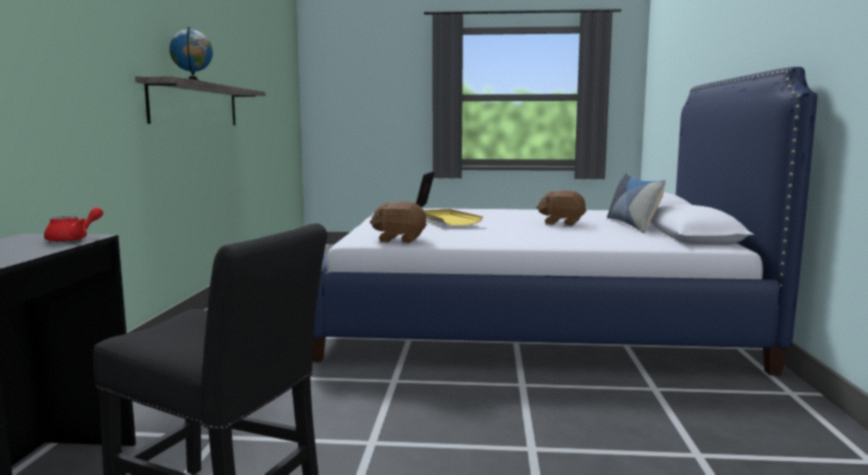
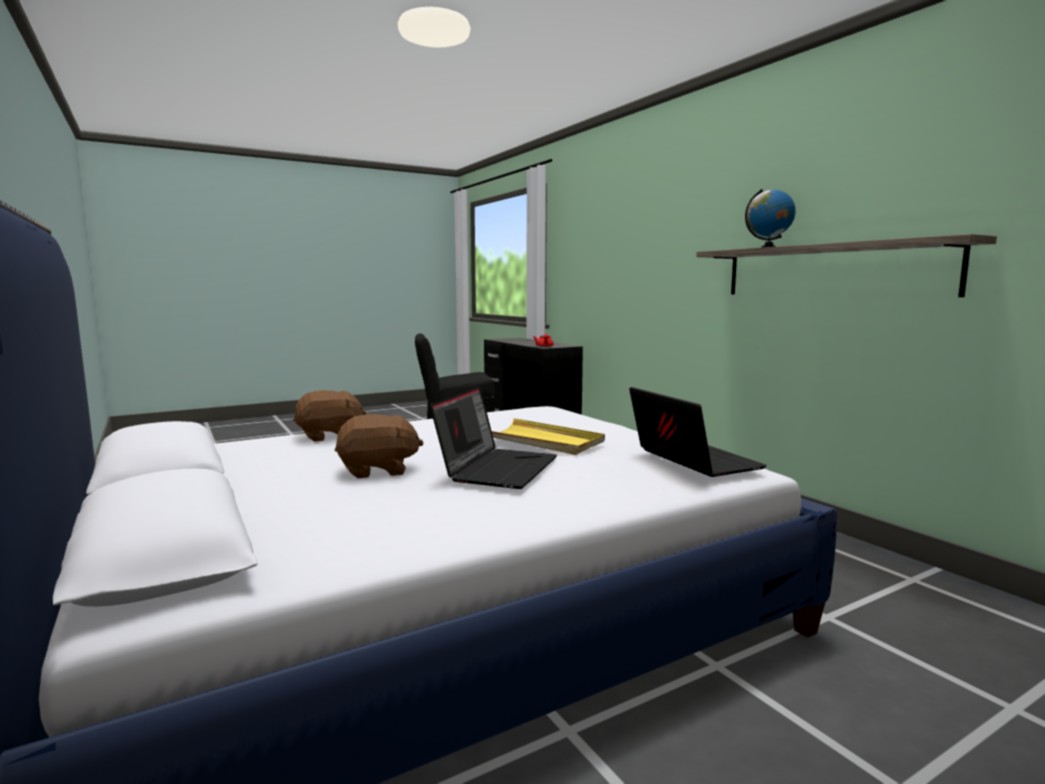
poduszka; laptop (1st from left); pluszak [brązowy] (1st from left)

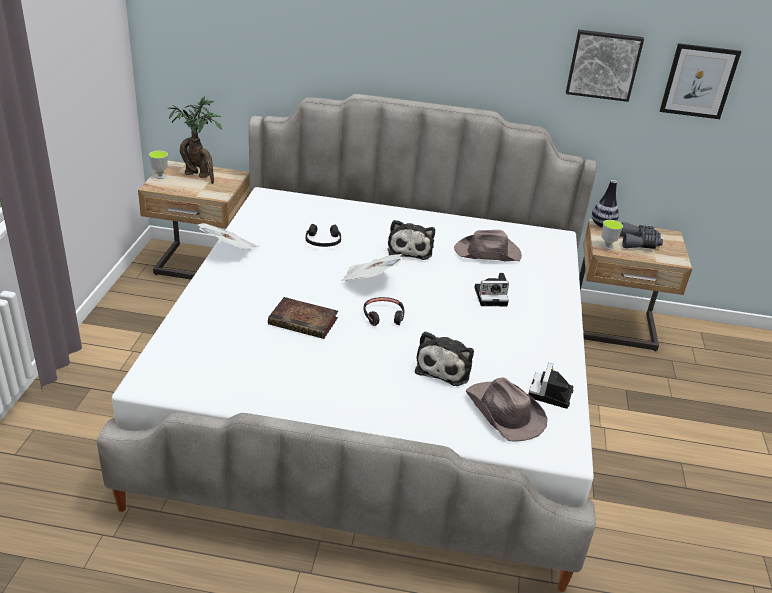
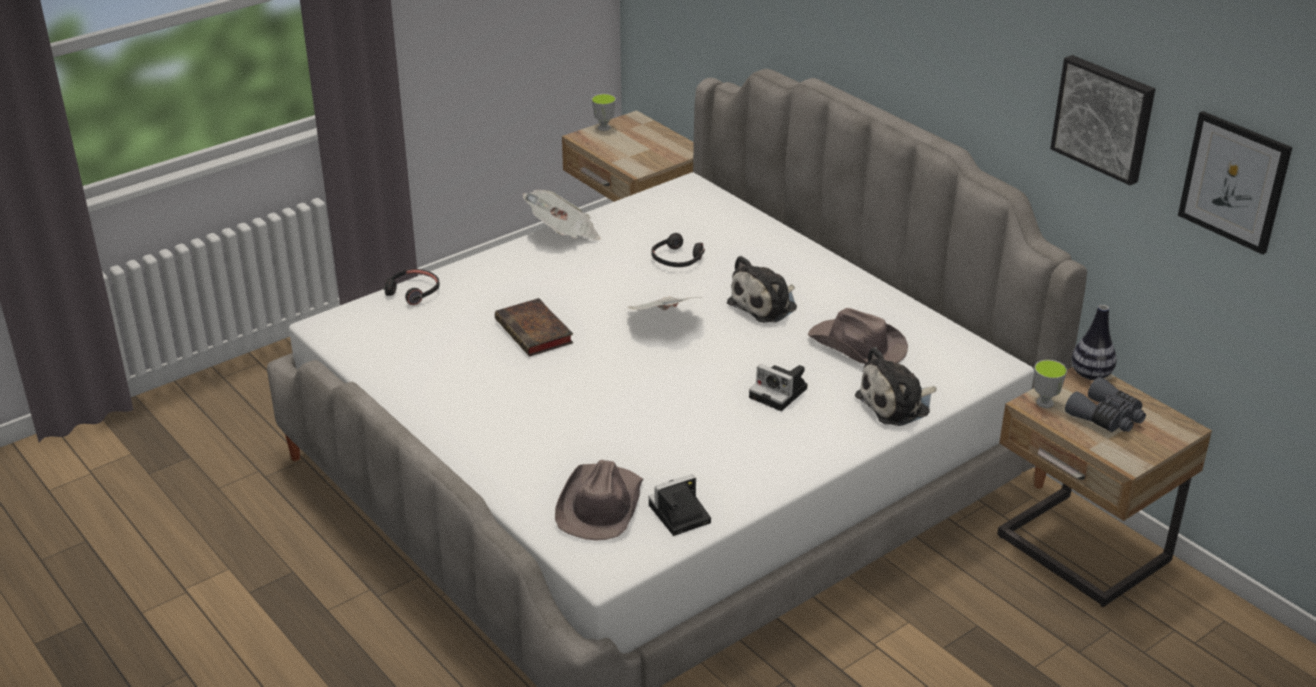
roślina doniczkowa; słuchawki [czarny] (1st from left); pluszak (2nd from left)

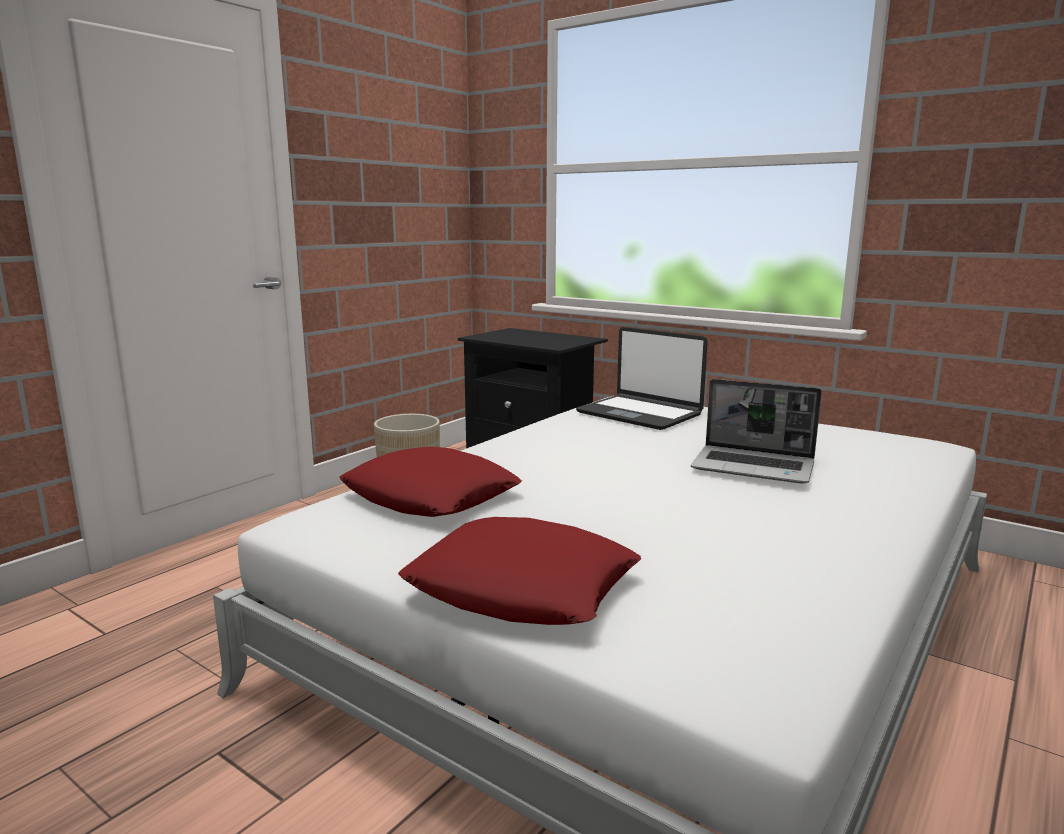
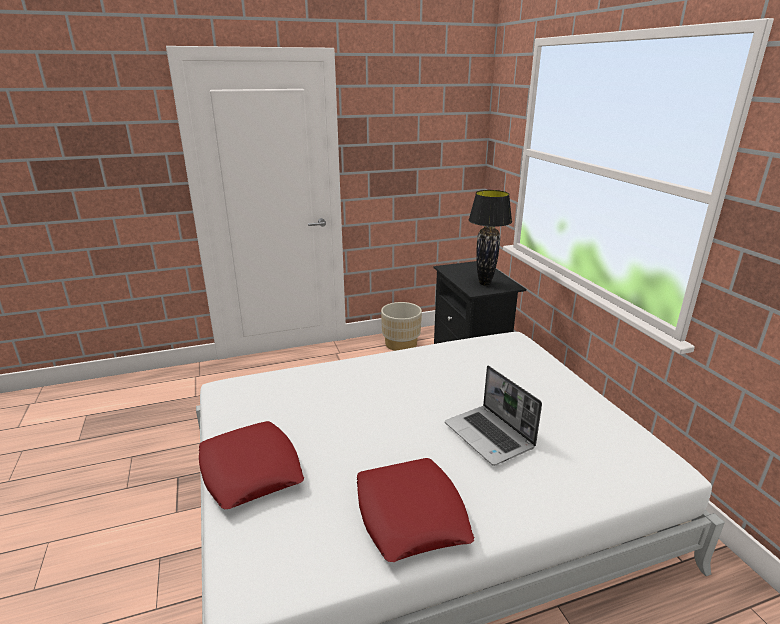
laptop (1st from left in the first image); lampa stołowa [czarny]; poduszka [czerwony] (2nd from left)

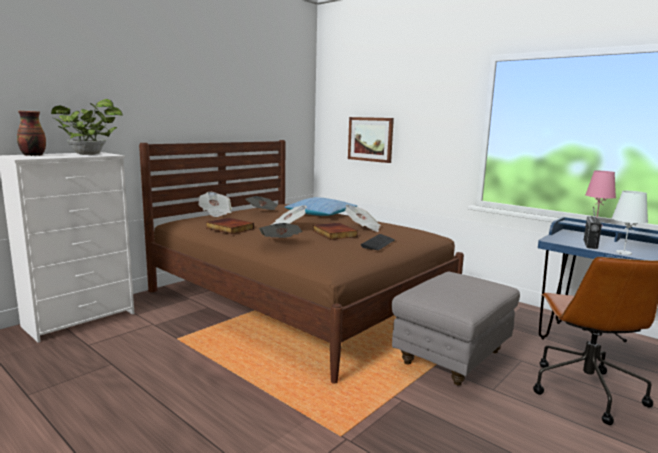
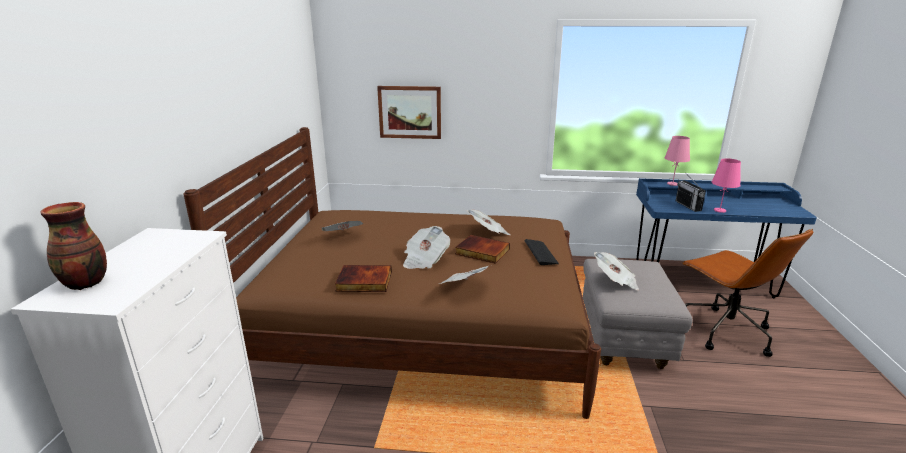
roślina doniczkowa; poduszka; gazeta (5th from left); lampa stołowa [różowy] (2nd from left)

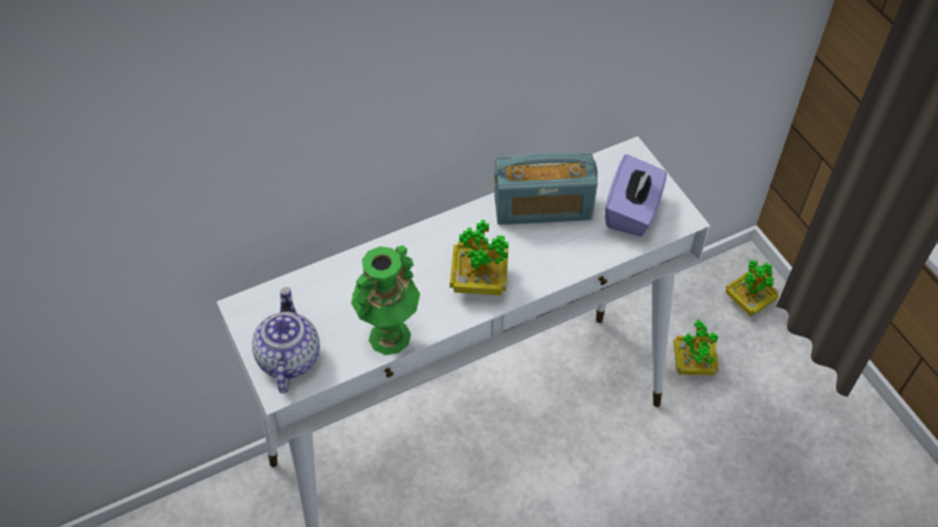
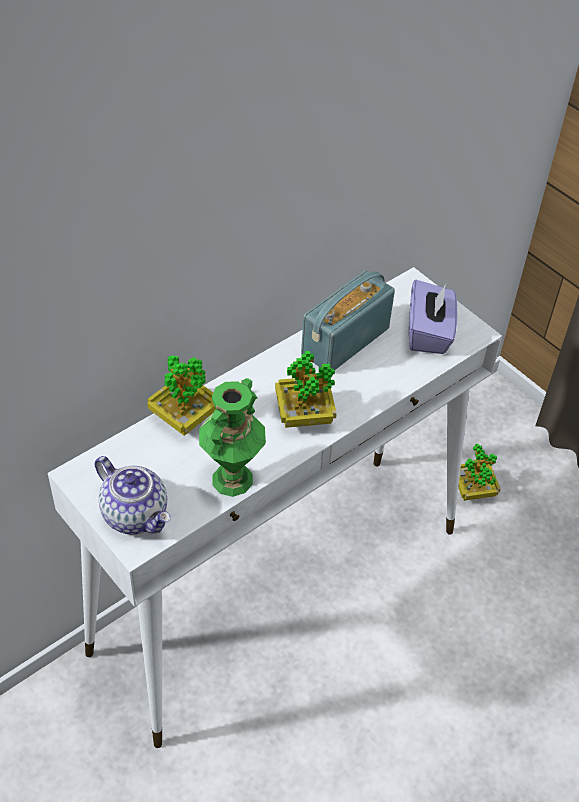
roślina doniczkowa (1st from left); imbryk; radio

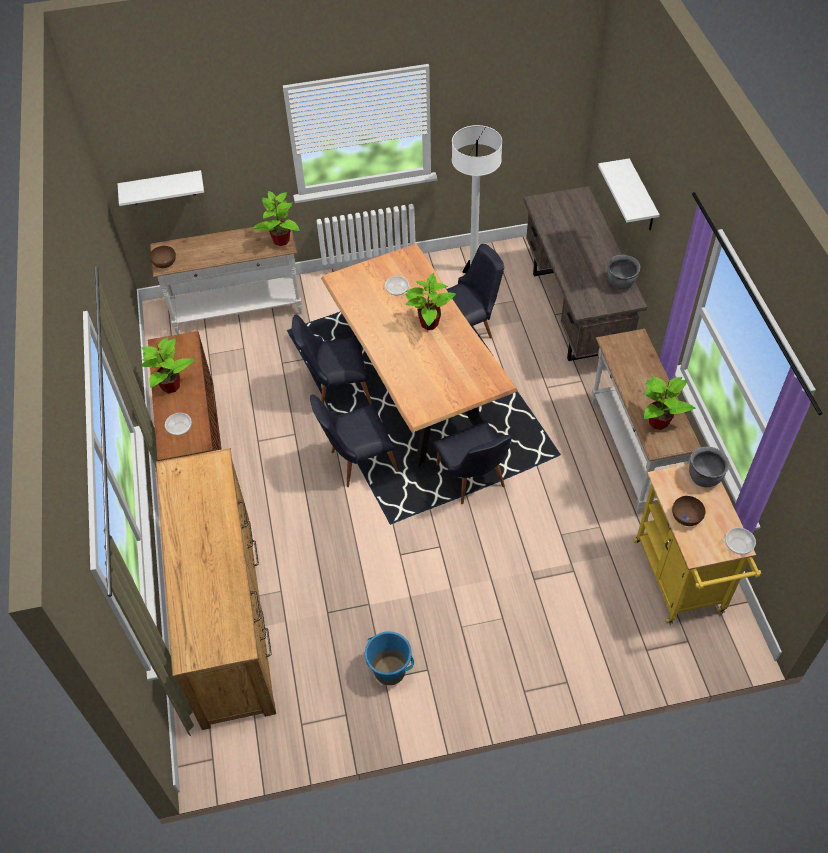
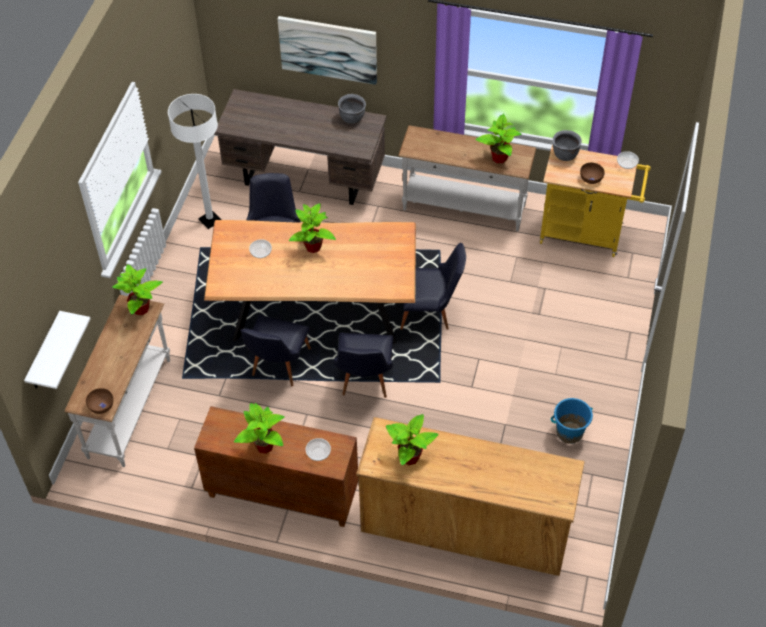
roślina doniczkowa (4th from left); obraz

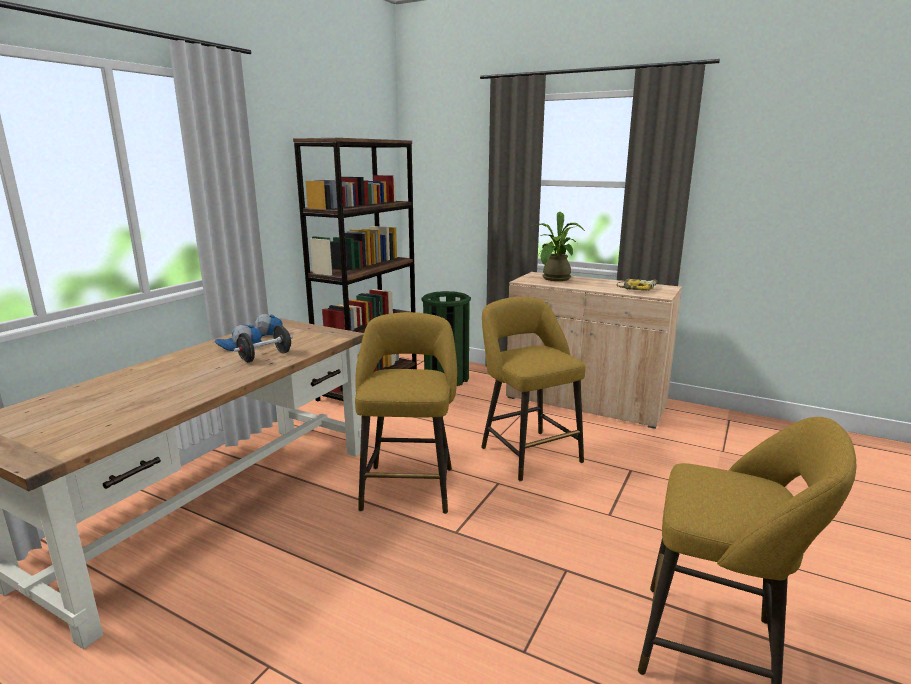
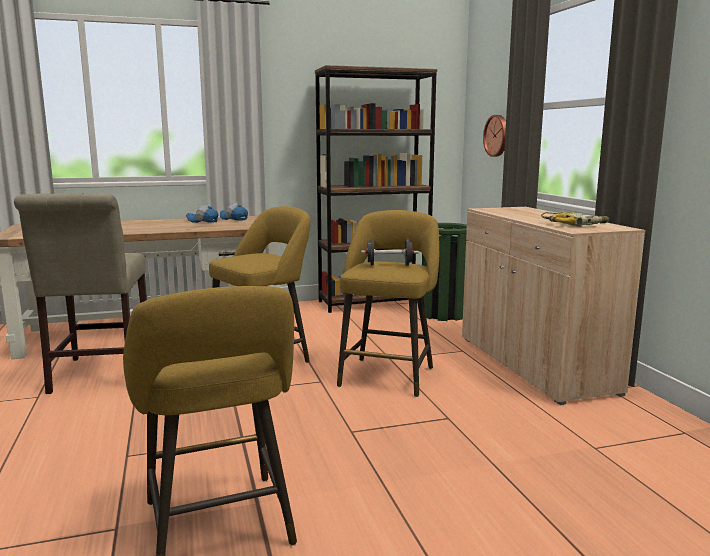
roślina doniczkowa; krzesło [beżowy]; zegar ścienny; hantel [czarny]

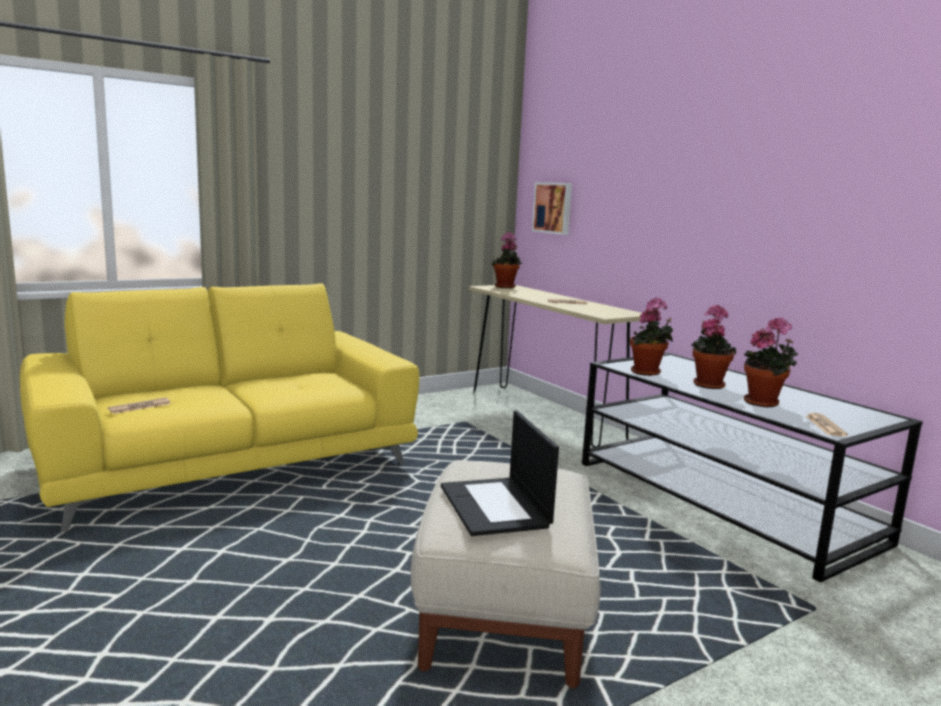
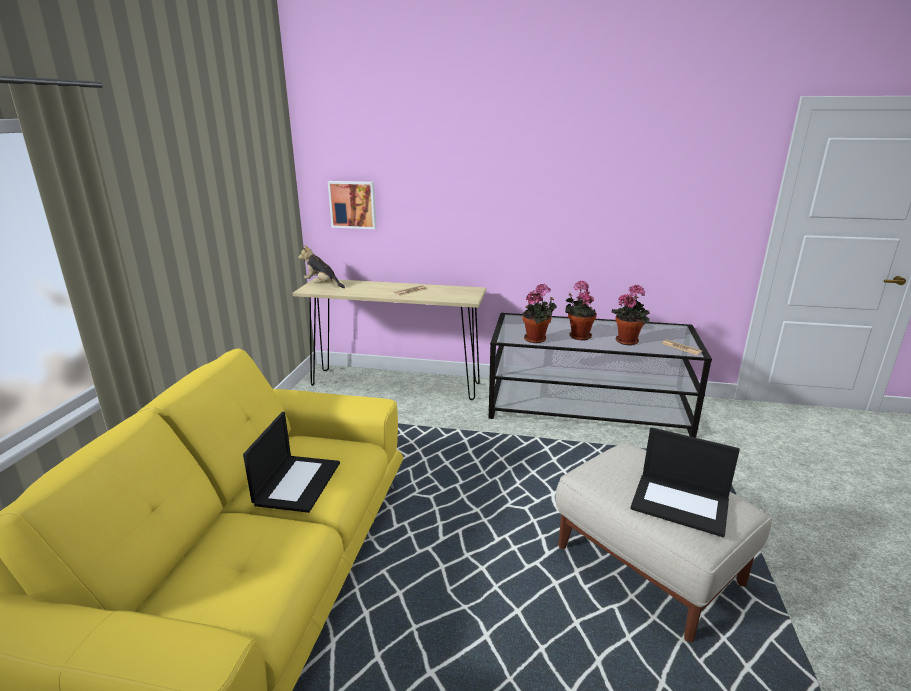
gazeta (1st from left in the first image); laptop (1st from left); pluszak

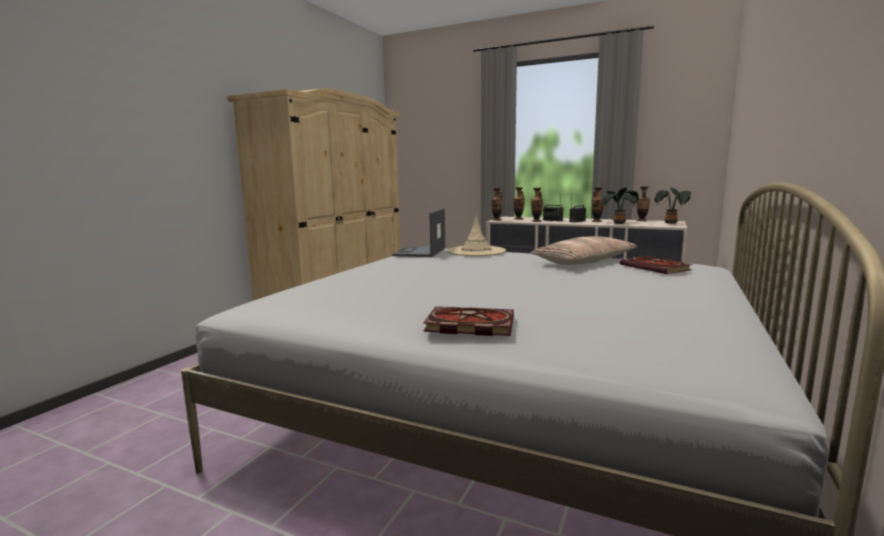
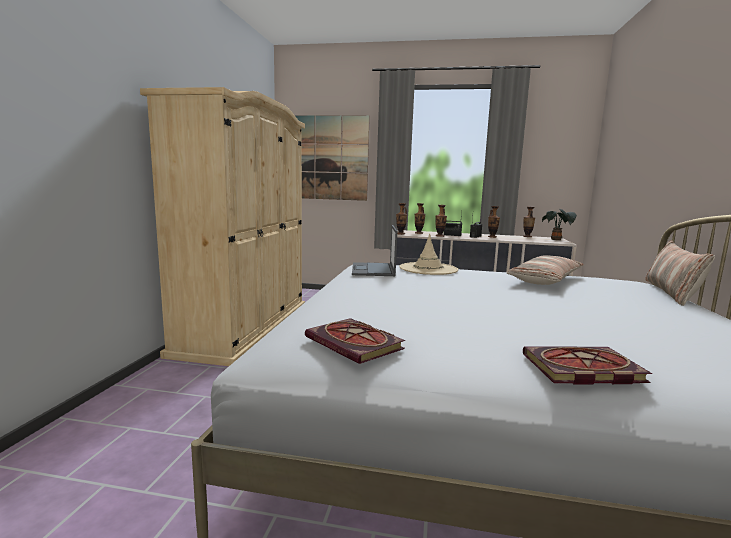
roślina doniczkowa (1st from left in the first image); obraz; poduszka (2nd from left); książka (1st from left)

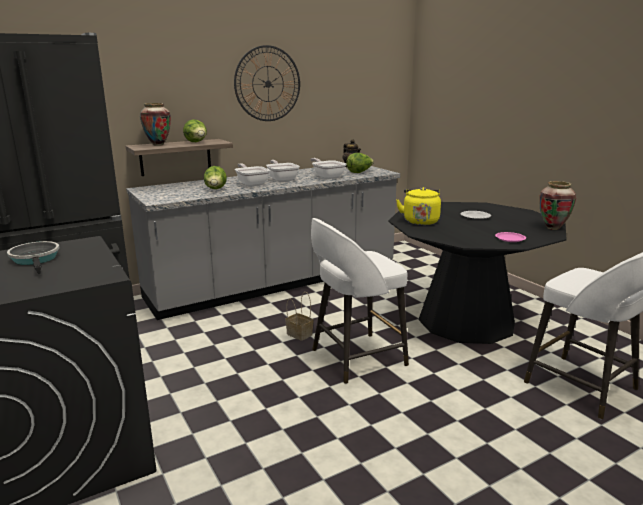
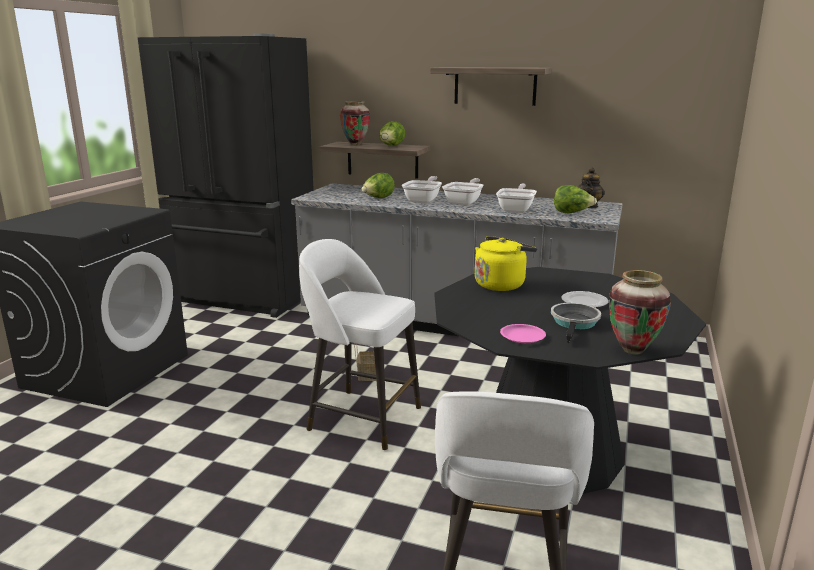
patelnia (4th from left); półka (2nd from left)

